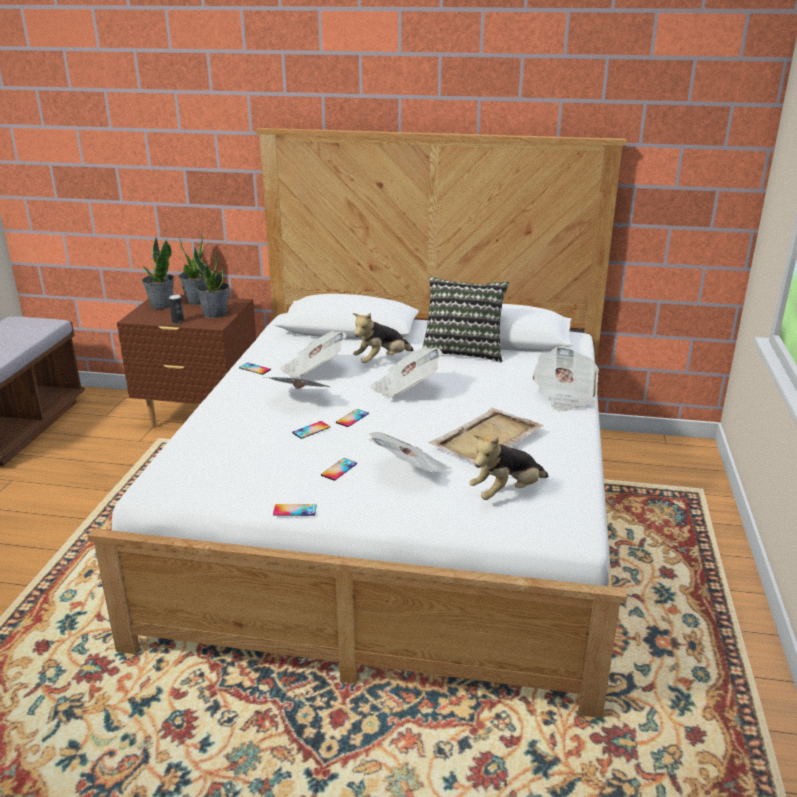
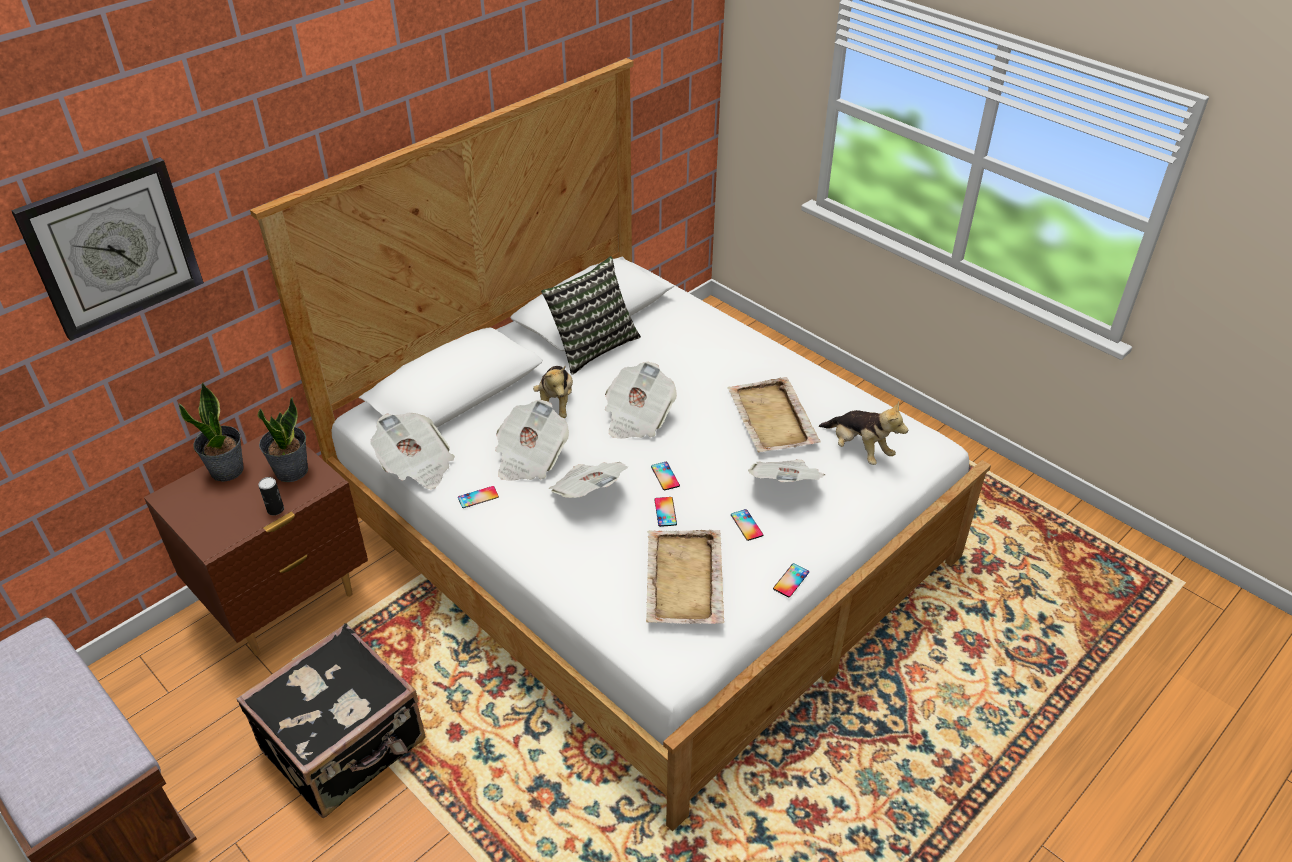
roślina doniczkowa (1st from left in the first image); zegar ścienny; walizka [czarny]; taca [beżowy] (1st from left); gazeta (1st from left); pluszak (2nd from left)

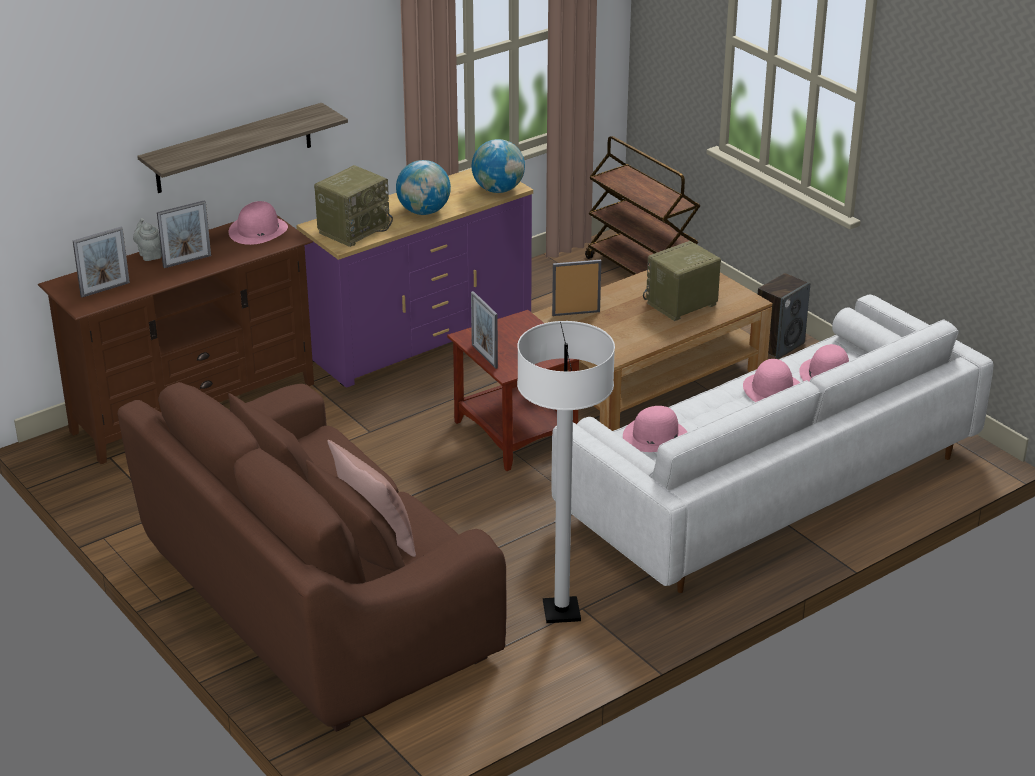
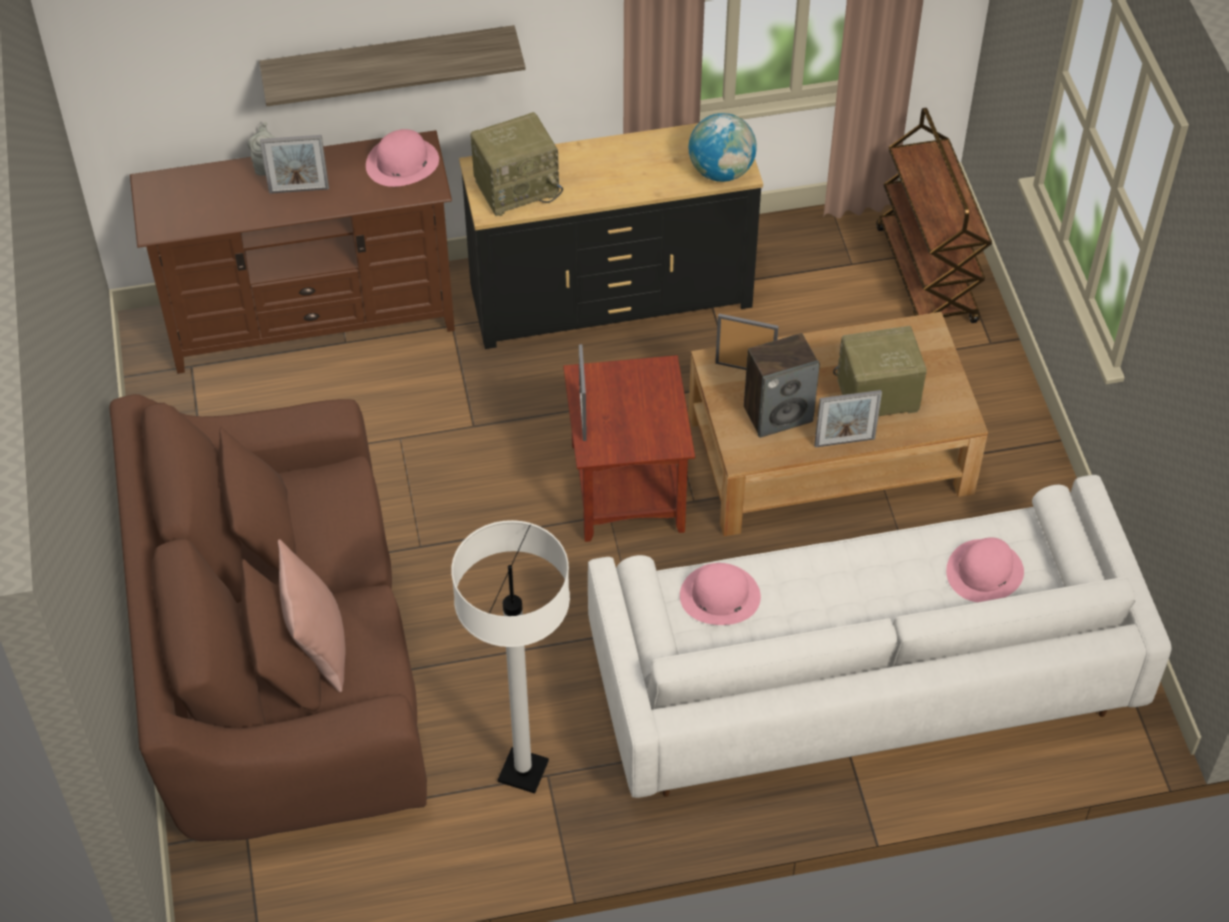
globus (1st from left in the first image); kapelusz [różowy] (3rd from left in the first image); ramka na zdjęcie (4th from left); głośnik; komoda [czarny]

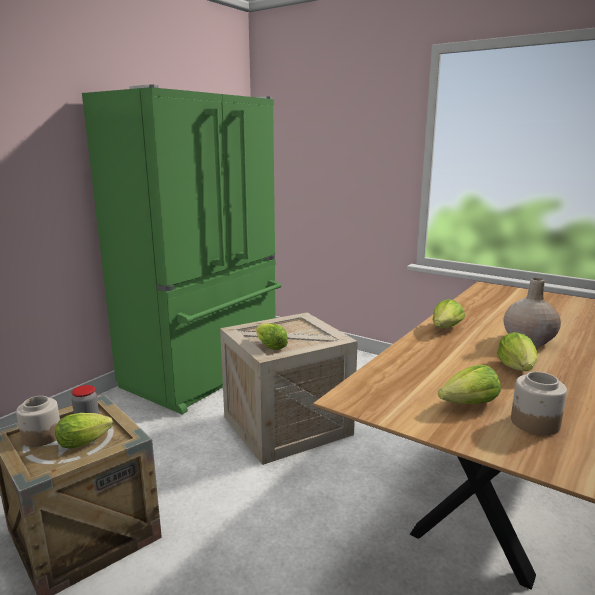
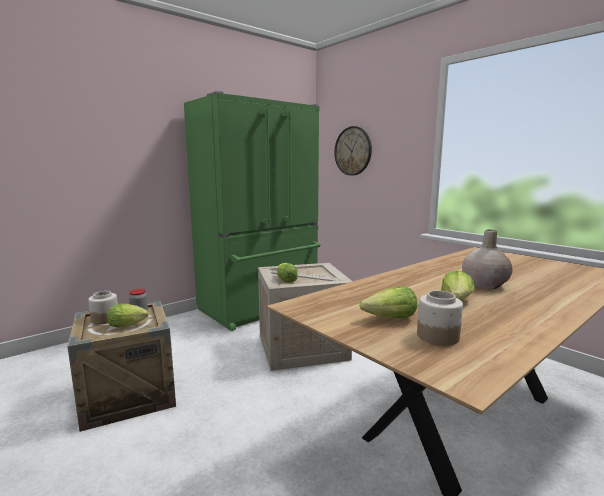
sałata (3rd from left in the first image); zegar ścienny

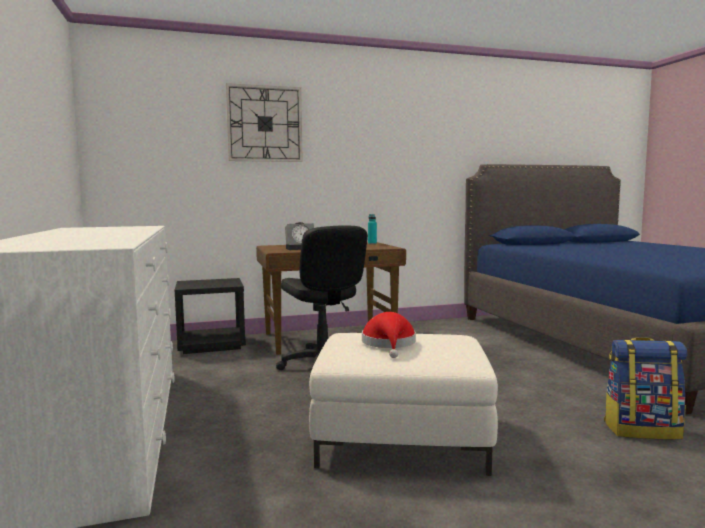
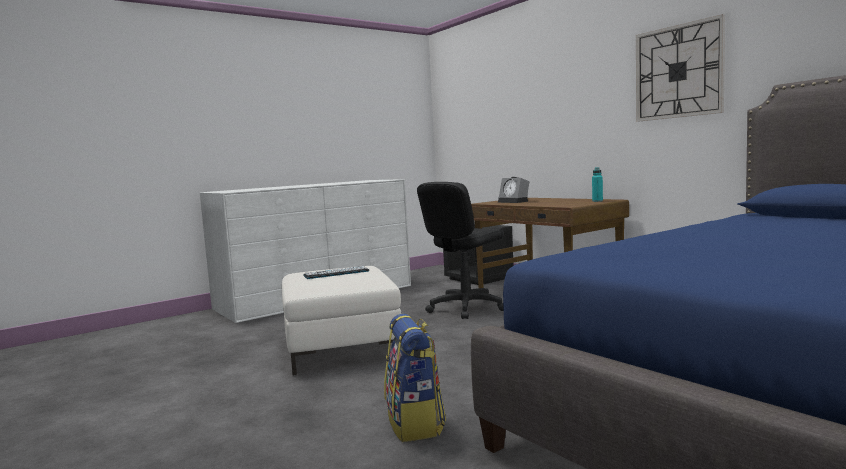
zegar ścienny; klawiatura

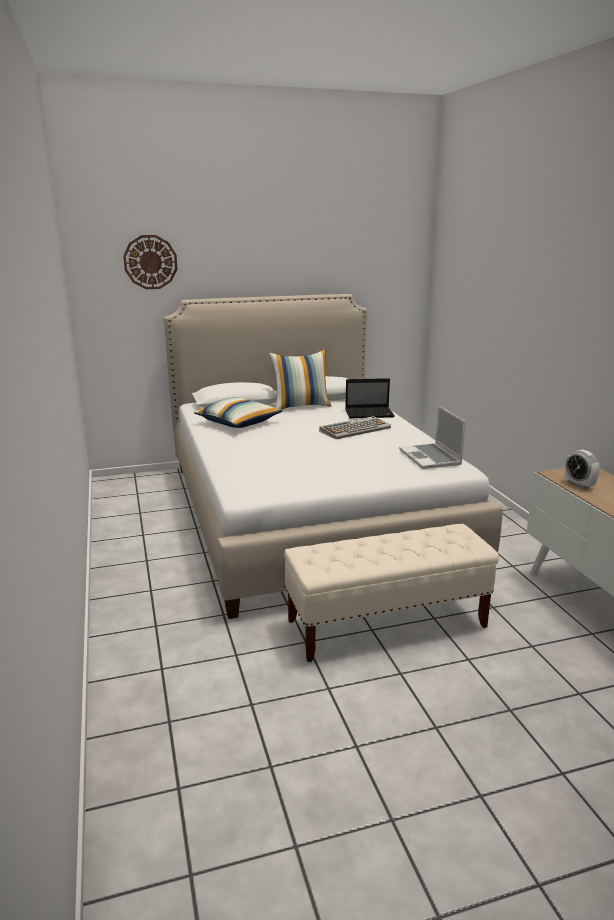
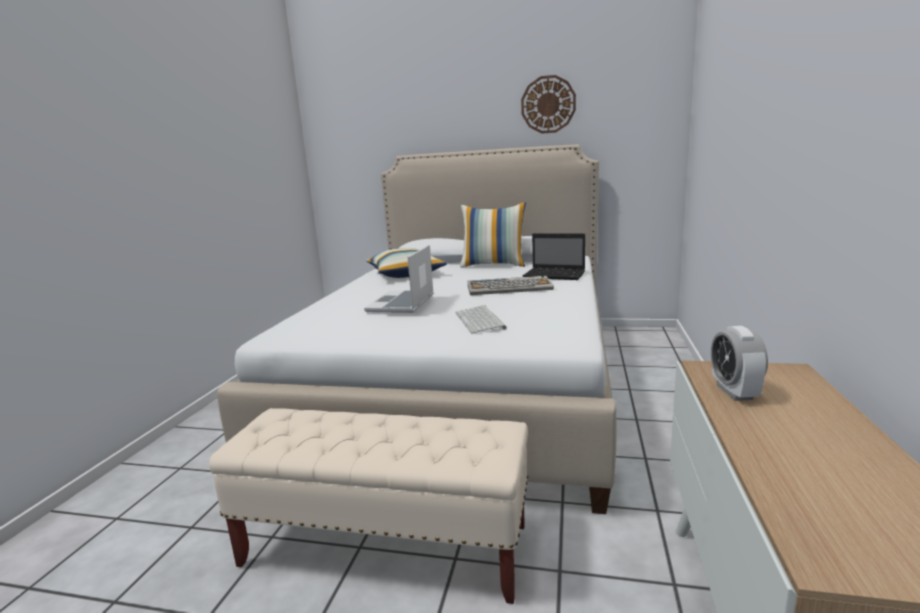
klawiatura (1st from left); zegar ścienny; laptop (1st from left)

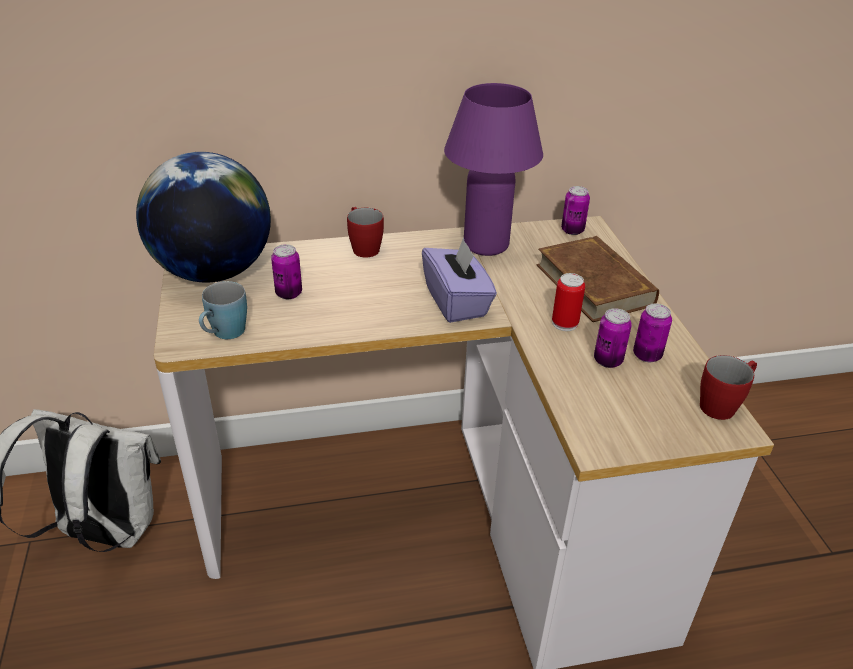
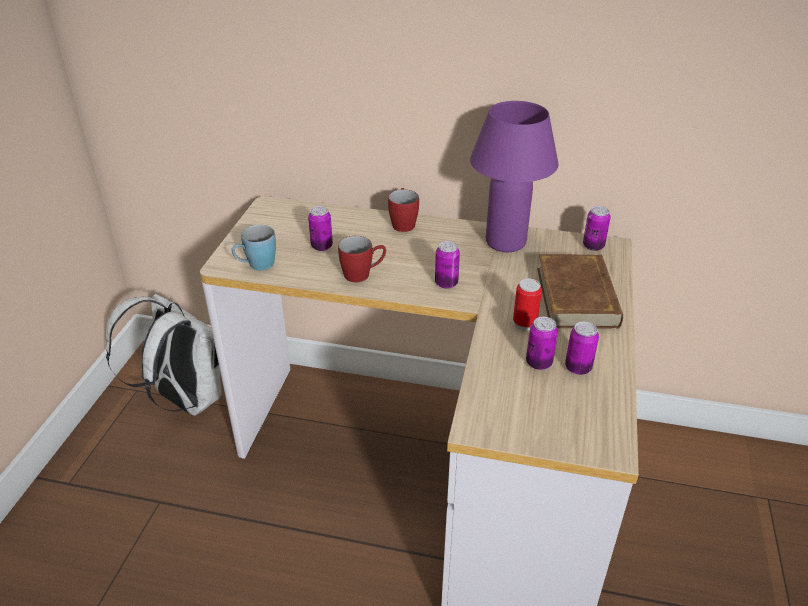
globus; kubek [czerwony] (1st from left); puszka (2nd from left)

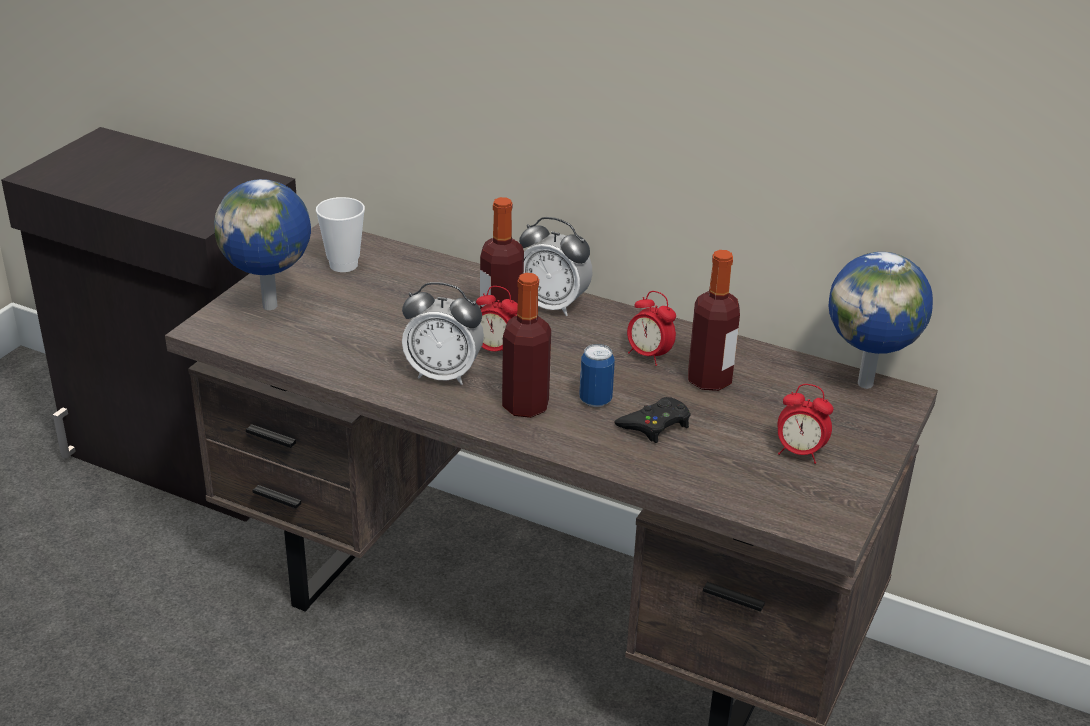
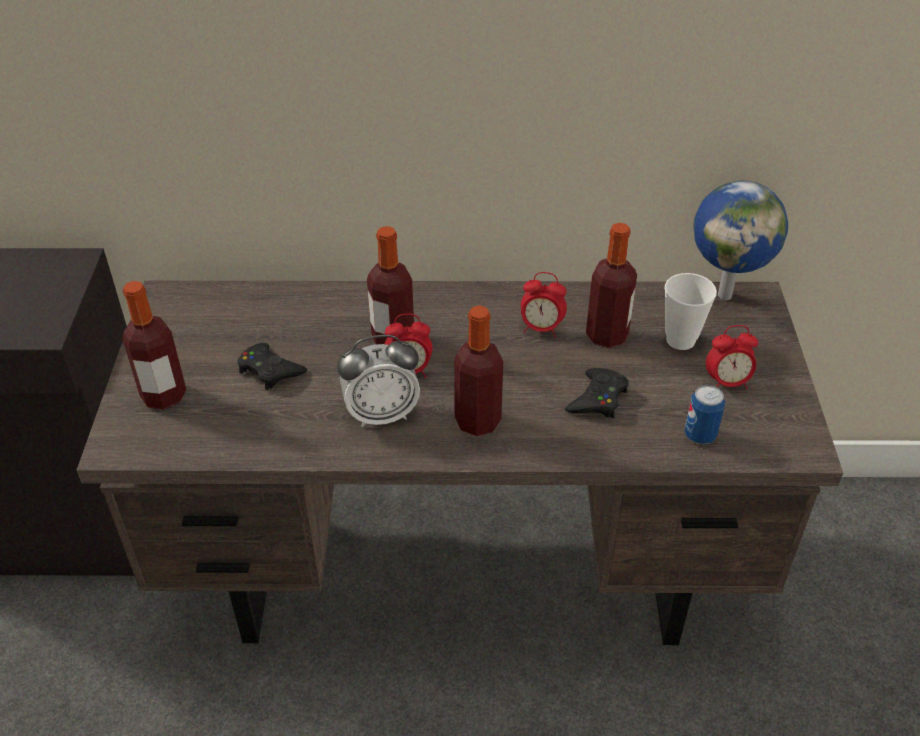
budzik (3rd from left in the first image); pad do gier [czarny] (1st from left); filiżanka; puszka; butelka (1st from left)

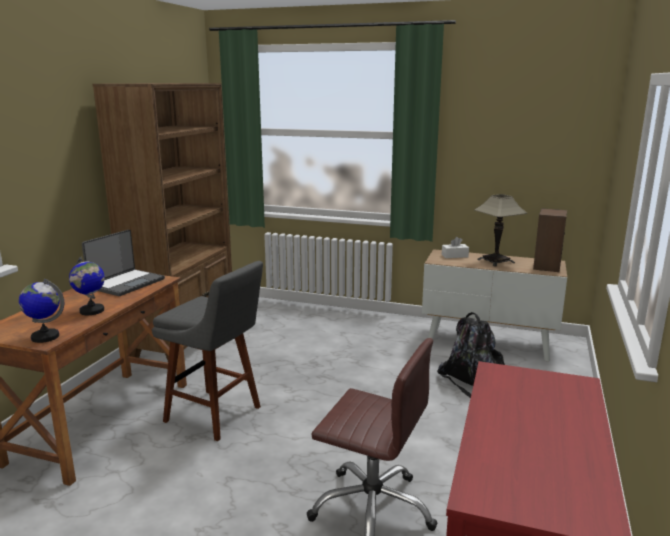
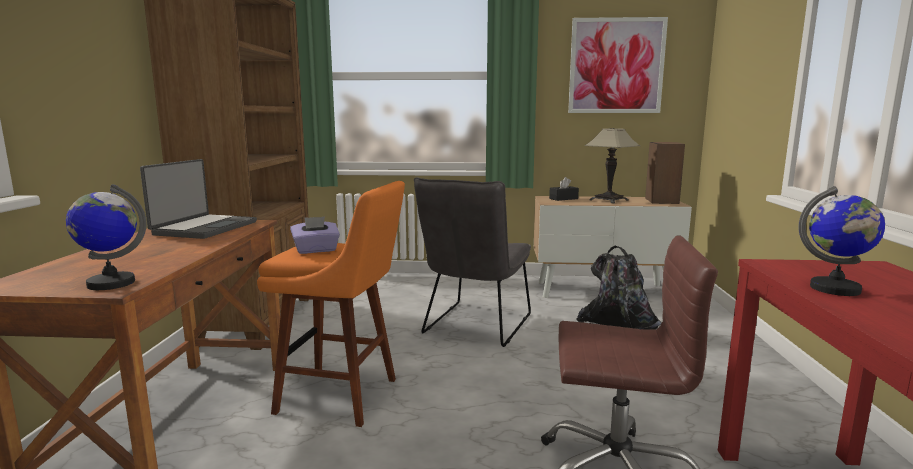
pudełko chusteczek [fioletowy]; krzesło [szary]; obraz; globus (2nd from left); stołek [pomarańczowy]; pudełko chusteczek [czarny]

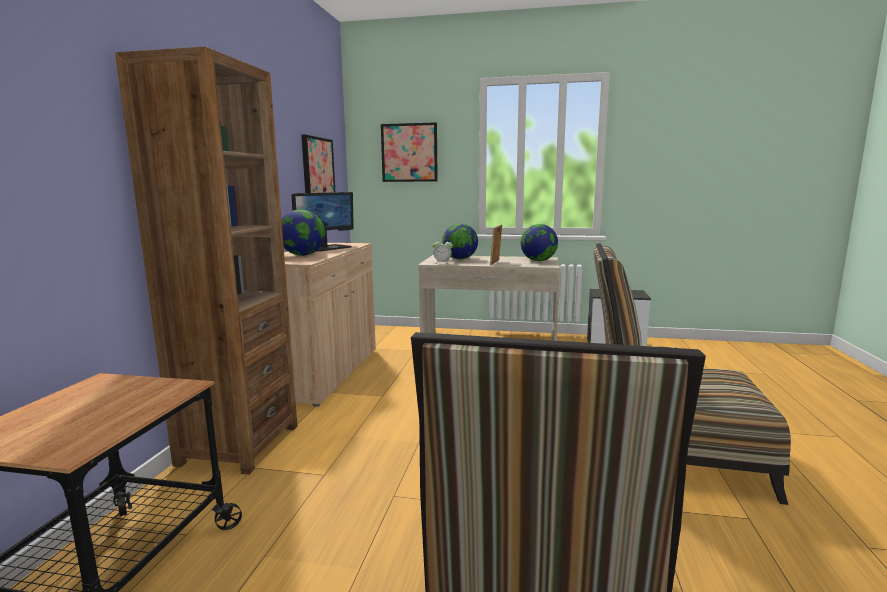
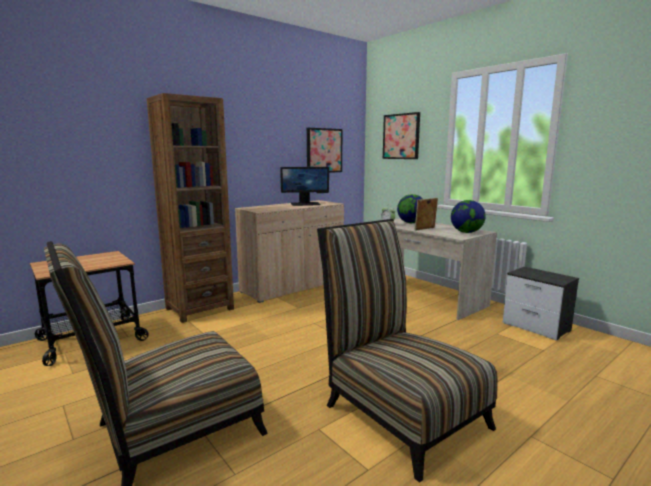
globus (1st from left in the first image)

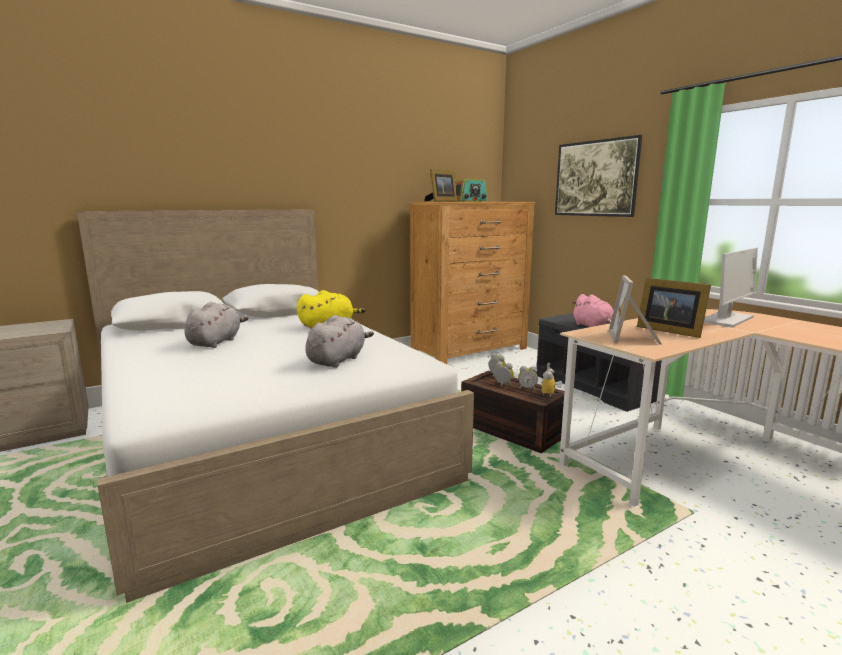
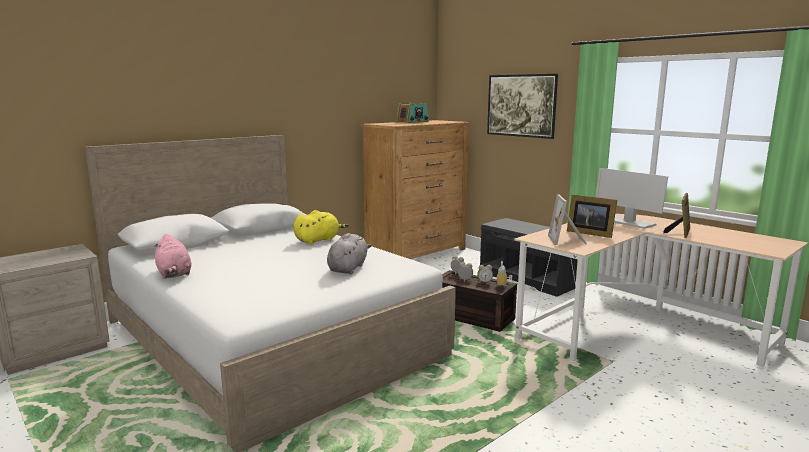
pluszak [szary] (1st from left in the first image); ramka na zdjęcie (3rd from left); pluszak [różowy]; monitor

